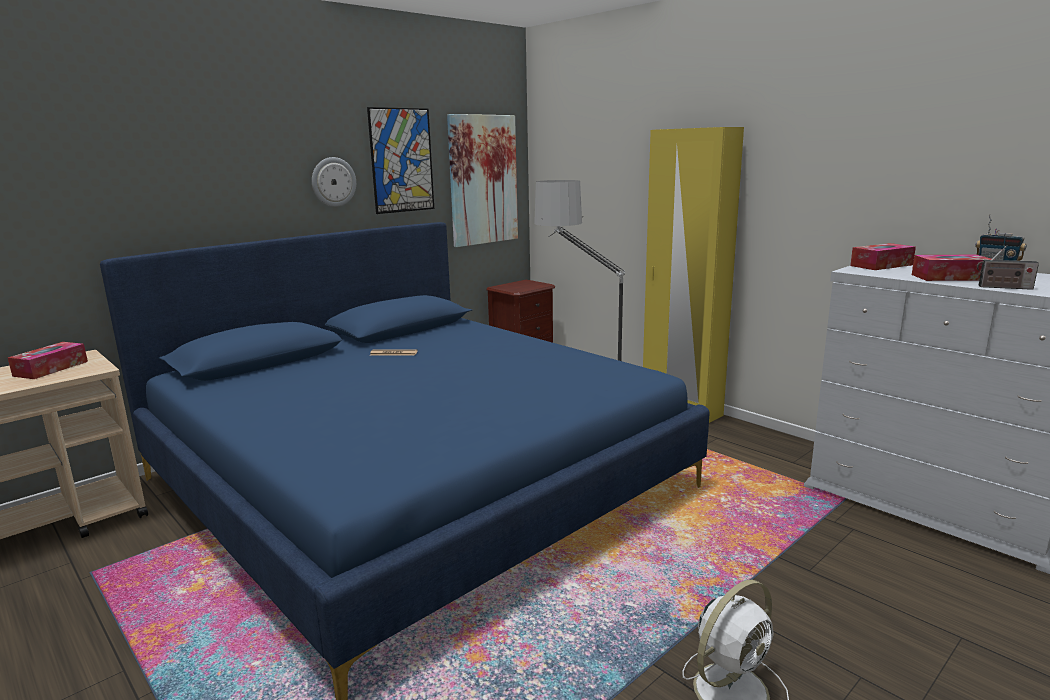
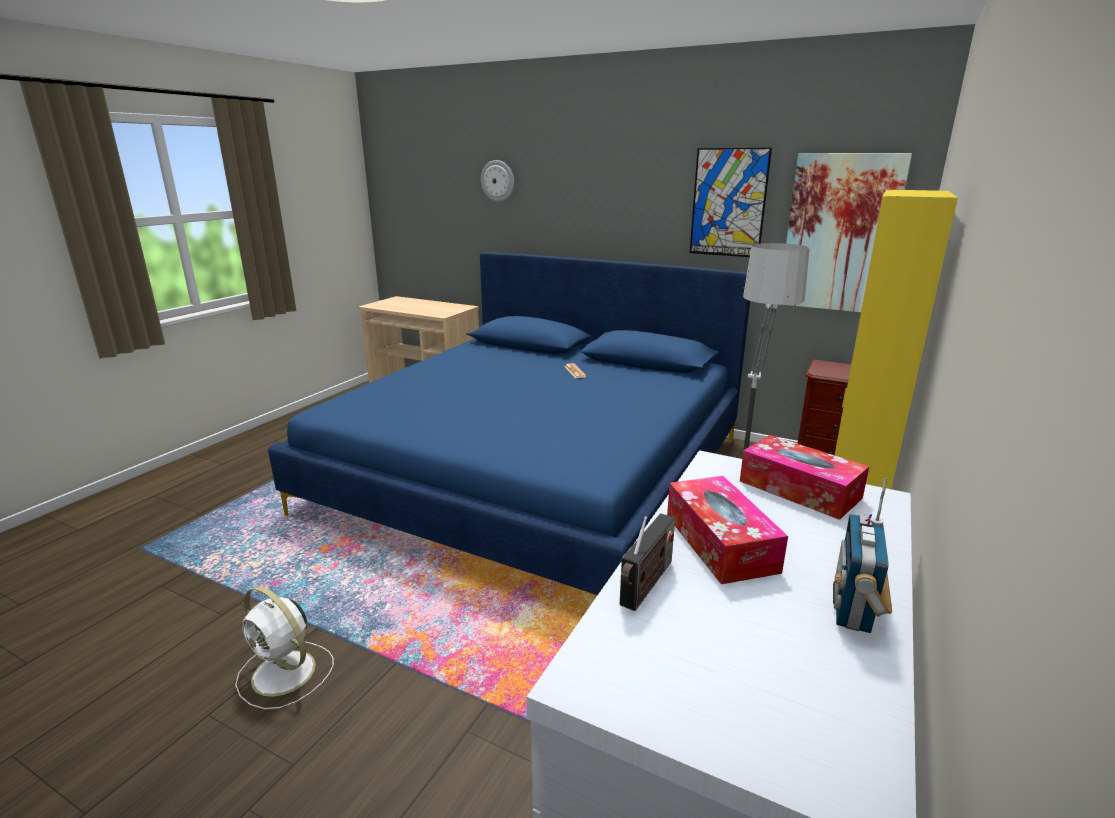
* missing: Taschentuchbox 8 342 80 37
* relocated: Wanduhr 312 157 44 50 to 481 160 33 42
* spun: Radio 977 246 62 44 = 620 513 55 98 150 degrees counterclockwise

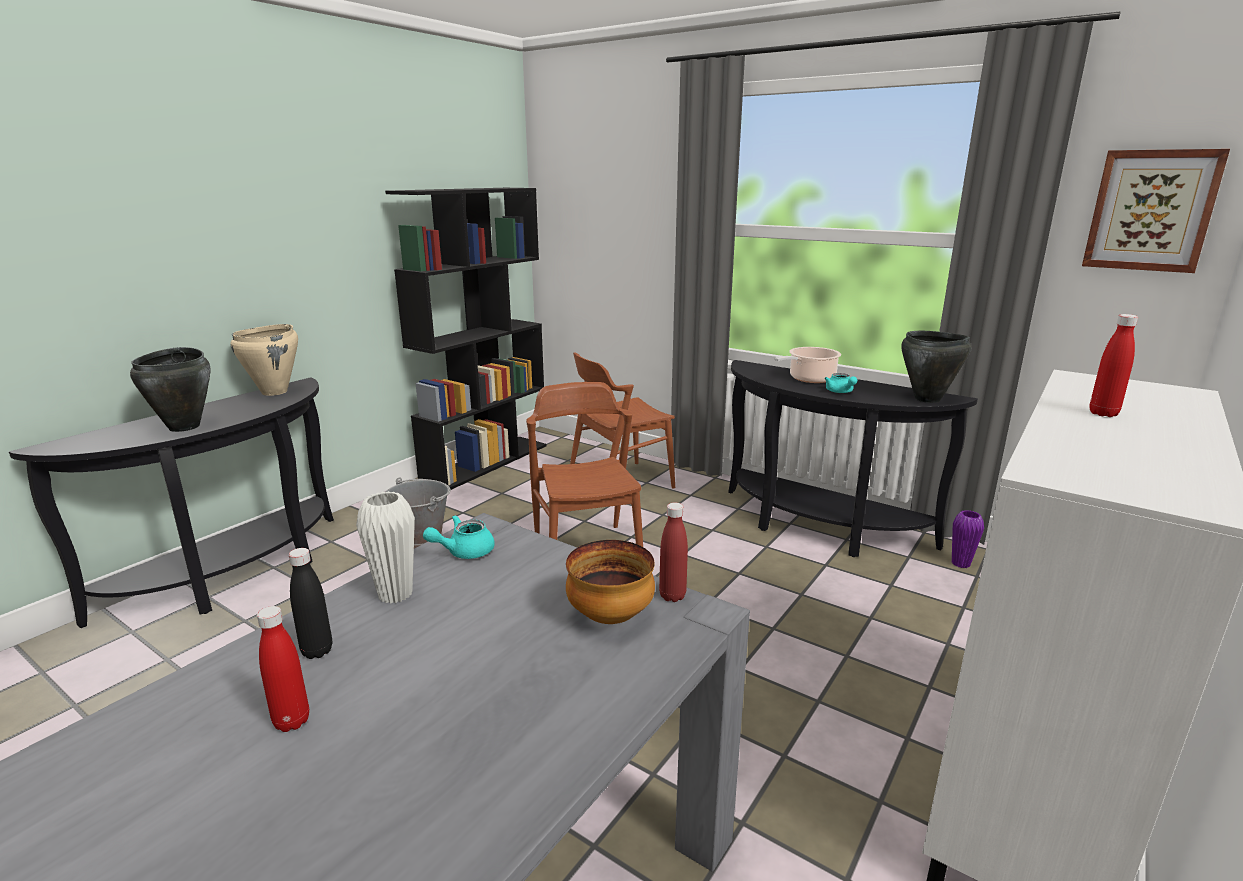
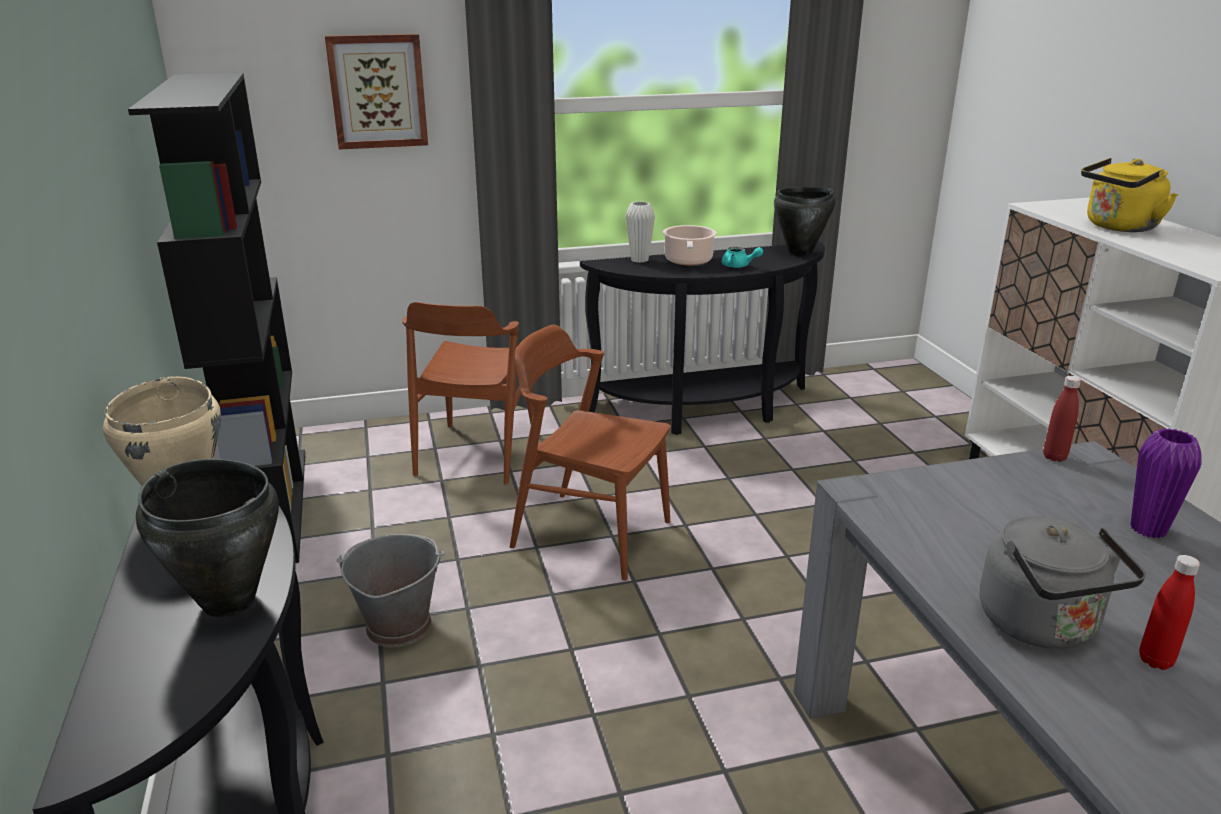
* missing: Teekanne [türkis] 423 515 72 44
* missing: Schüssel 566 540 89 84
* relocated: Vase [weiß] 356 491 59 113 to 626 201 29 62
* relocated: Vase [lila] 952 510 32 58 to 1130 428 72 110
* relocated: Bild 1082 149 148 124 to 325 34 103 115
* exchanged: Flasche [schwarz] 289 548 43 111 to Wasserkessel [grau] 979 516 167 133
* exchanged: Flasche [rot] 1089 314 49 103 to Wasserkessel [gelb] 1081 158 97 74

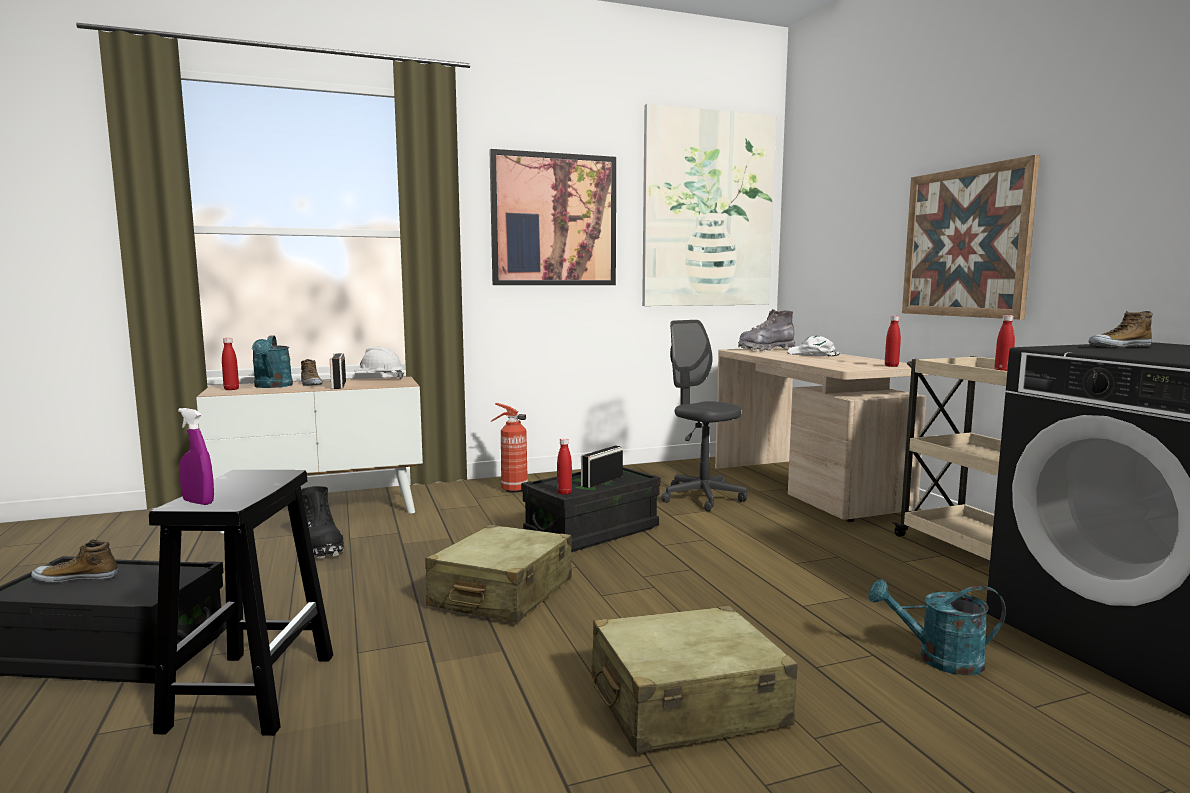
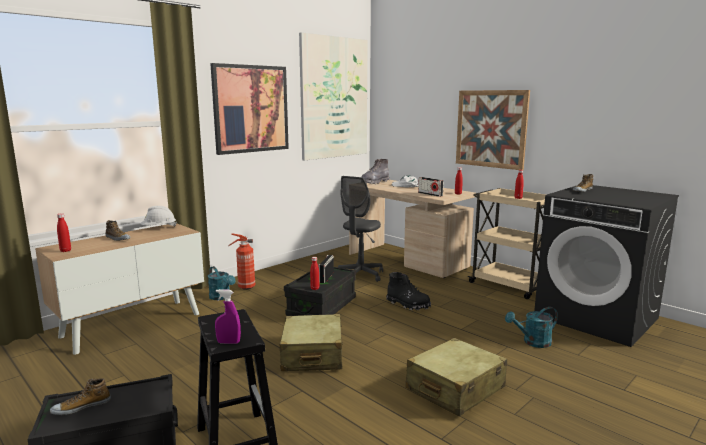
* relocated: Gießkanne [türkis] 252 336 41 52 to 208 266 28 34
* relocated: Stiefel [schwarz] 301 486 43 72 to 386 272 45 38
* relocated: Radio 330 353 16 36 to 418 177 26 20
* spun: Bürostuhl [grau] 661 320 86 191 = 338 176 45 106 90 degrees counterclockwise

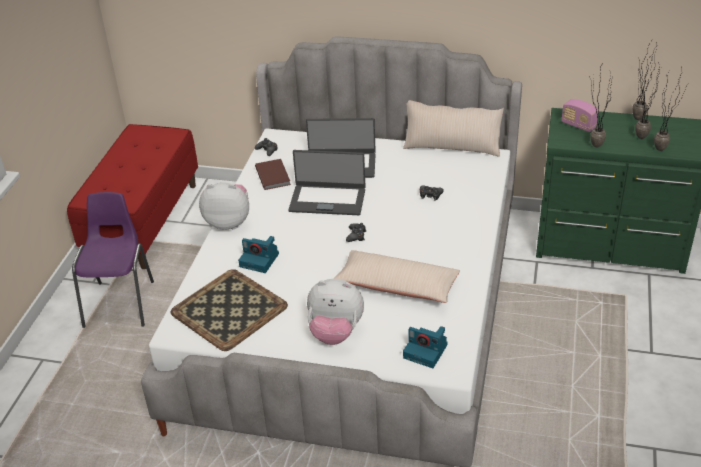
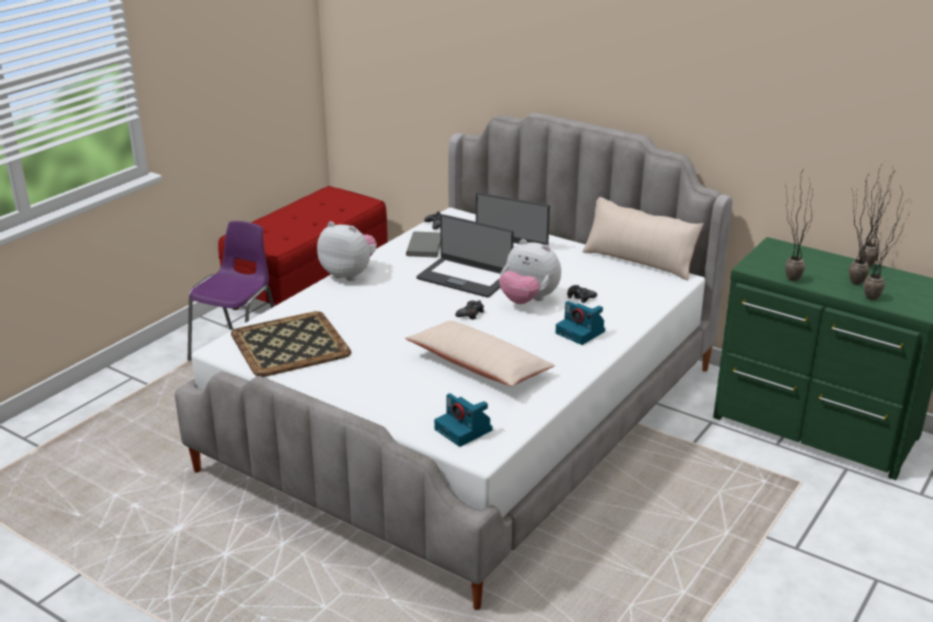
* missing: Radio 561 99 37 33
* relocated: Kamera 238 236 41 37 to 556 301 49 44
* relocated: Plüschtier 307 279 57 66 to 499 239 62 65
* colour: Buch [braun] 255 159 36 31 to Buch [grau] 406 231 35 27

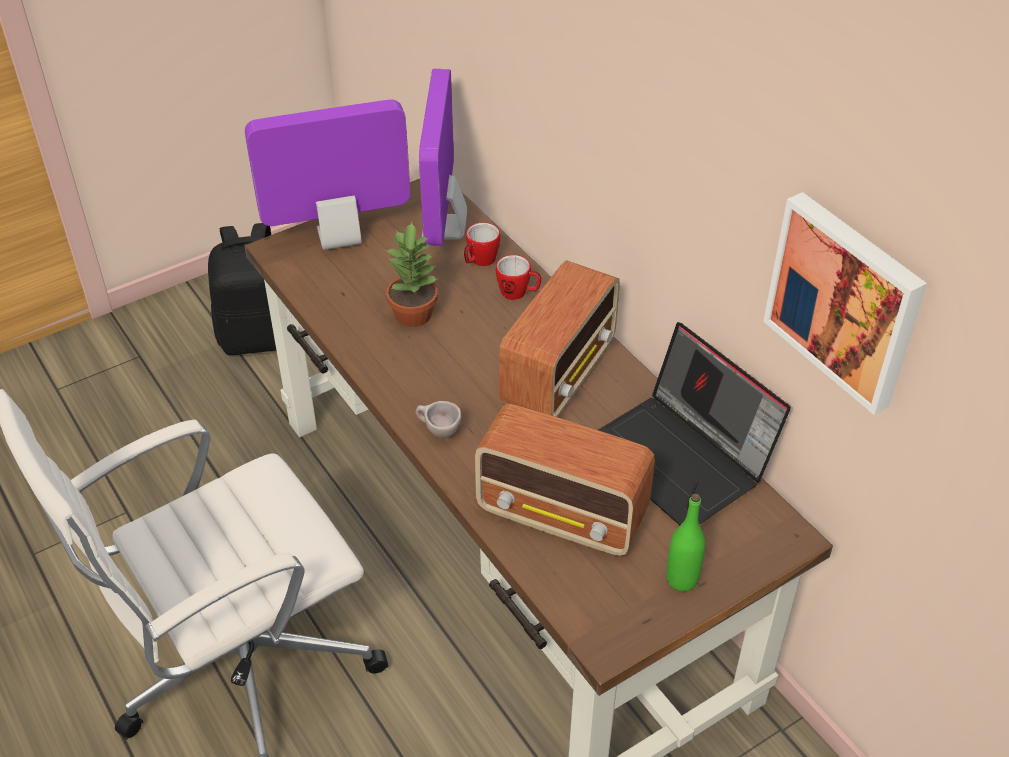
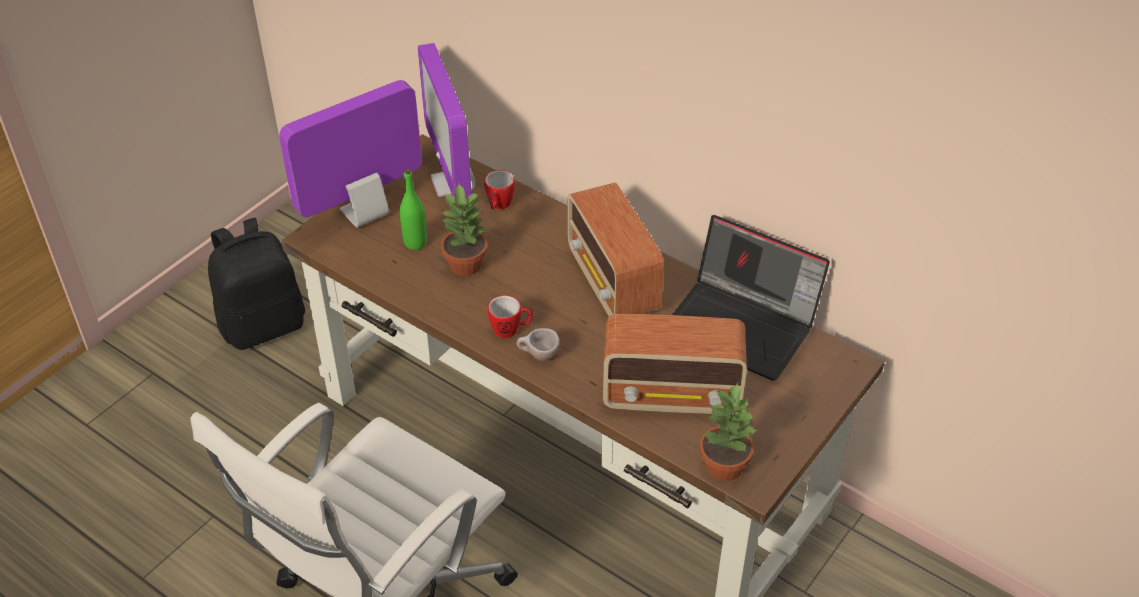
* missing: Bild 763 192 164 223
* appeared: Topfpflanze 700 383 58 98
* relocated: Henkelbecher 496 255 45 45 to 488 295 45 43
* relocated: Flasche [grün] 666 494 39 98 to 400 169 27 81
* spun: Radio 499 260 121 157 = 568 183 96 133 150 degrees clockwise

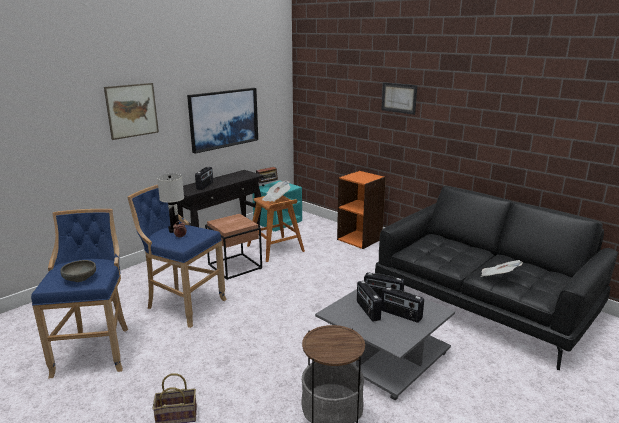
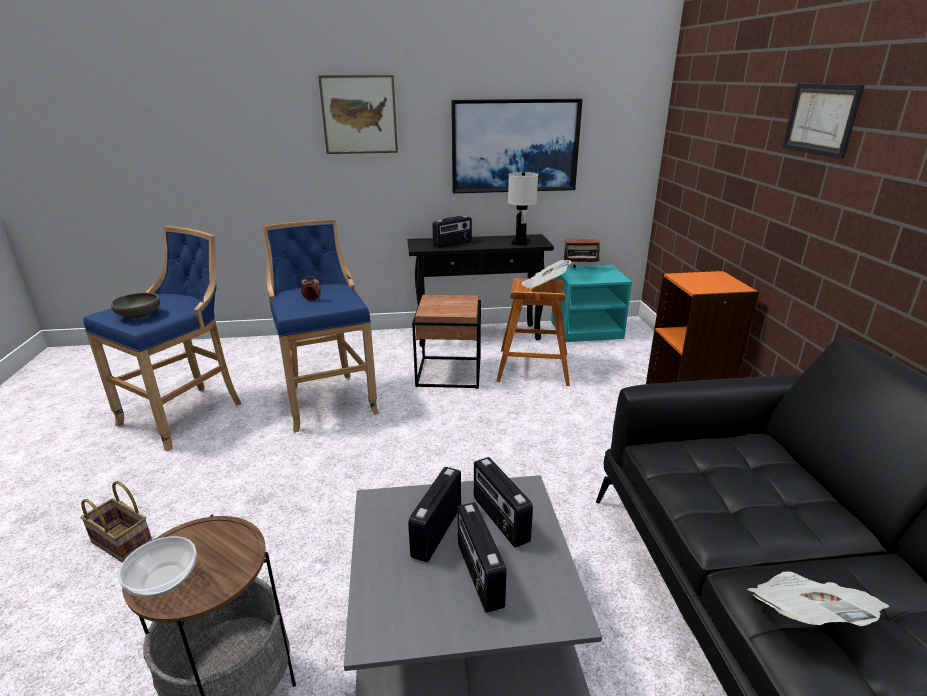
* appeared: Schüssel 118 536 79 61
* relocated: Tischlampe [weiß] 157 174 27 59 to 508 172 30 73

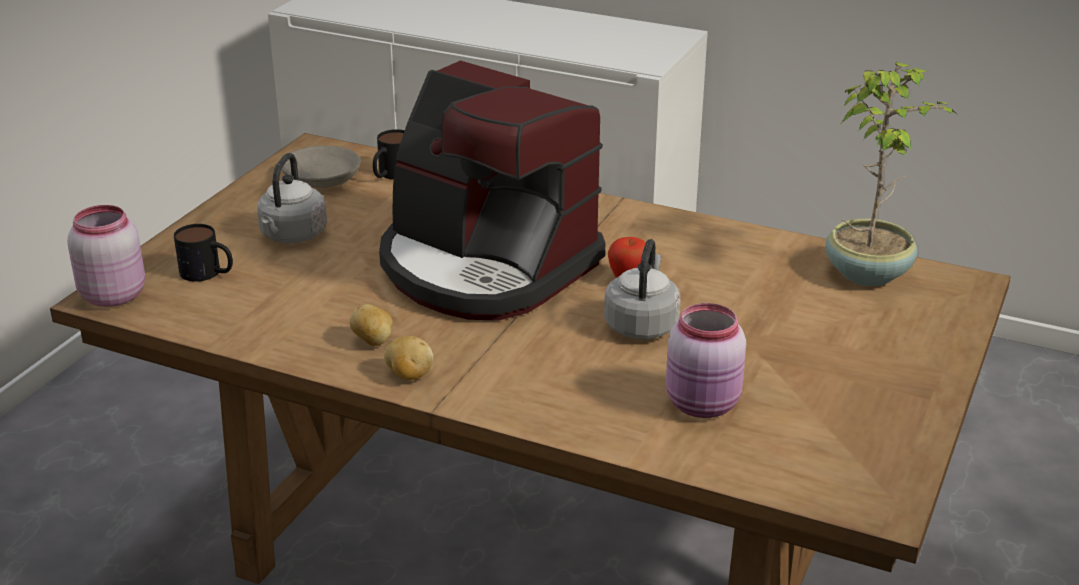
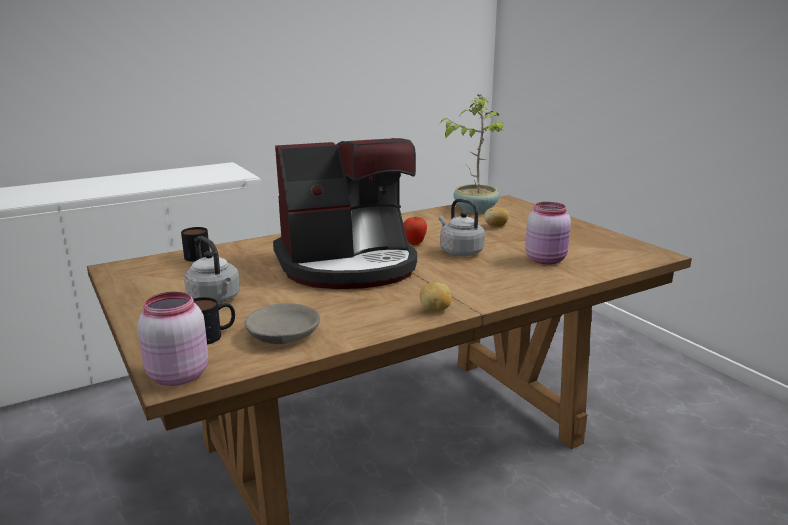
* relocated: Schüssel [grau] 281 146 80 42 to 245 303 75 41
* relocated: Kartoffel 349 304 44 42 to 484 207 25 20

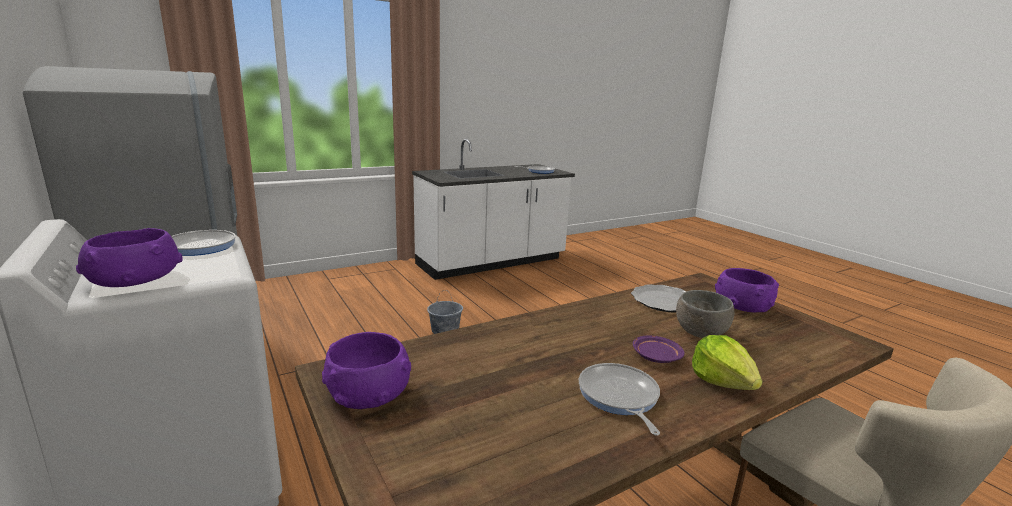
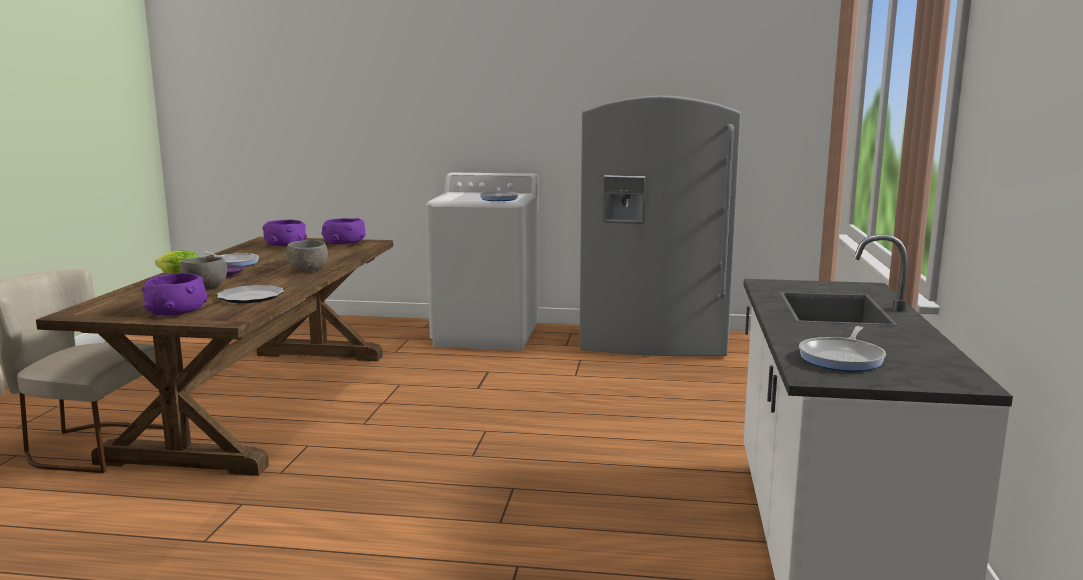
* missing: Eimer [grau] 427 290 36 44
* appeared: Schüssel [grau] 286 240 42 32
* relocated: Schüssel [lila] 76 228 107 59 to 262 220 45 26

